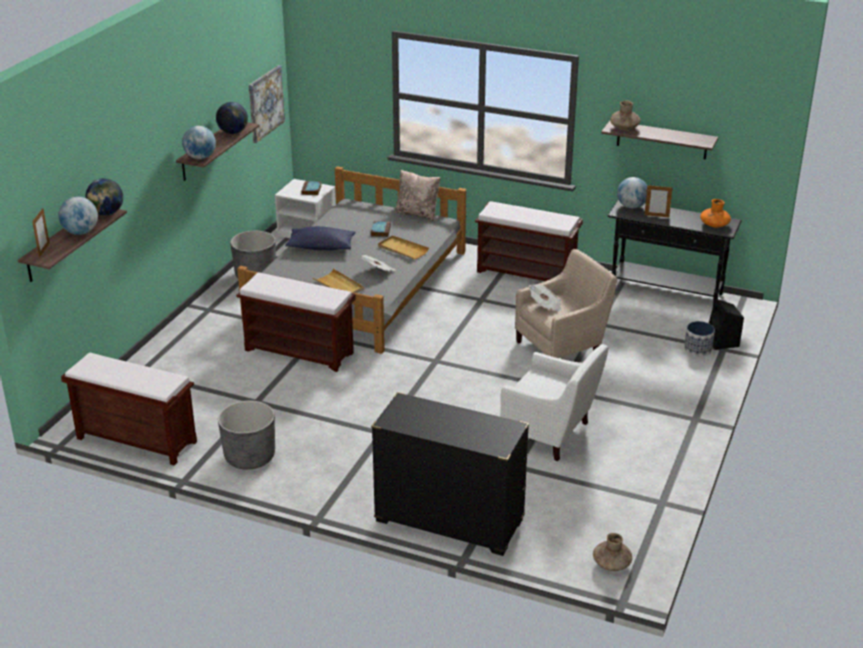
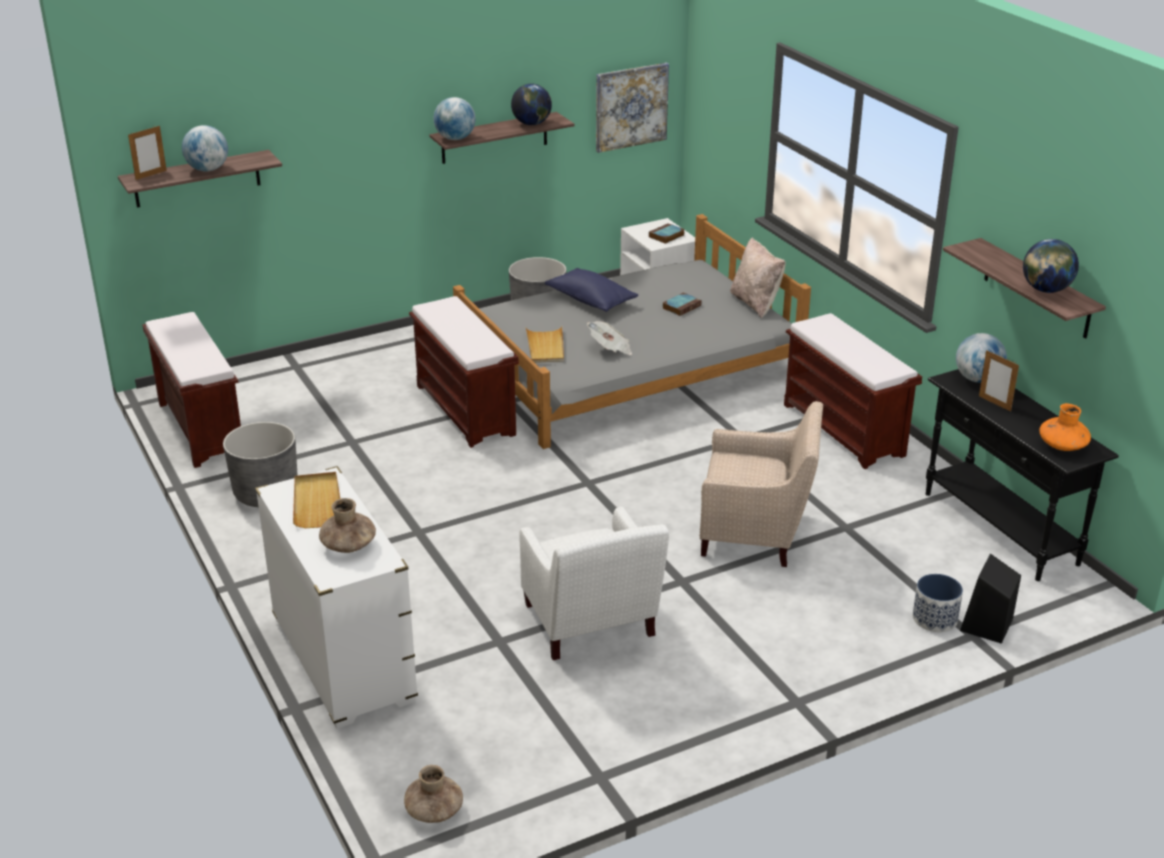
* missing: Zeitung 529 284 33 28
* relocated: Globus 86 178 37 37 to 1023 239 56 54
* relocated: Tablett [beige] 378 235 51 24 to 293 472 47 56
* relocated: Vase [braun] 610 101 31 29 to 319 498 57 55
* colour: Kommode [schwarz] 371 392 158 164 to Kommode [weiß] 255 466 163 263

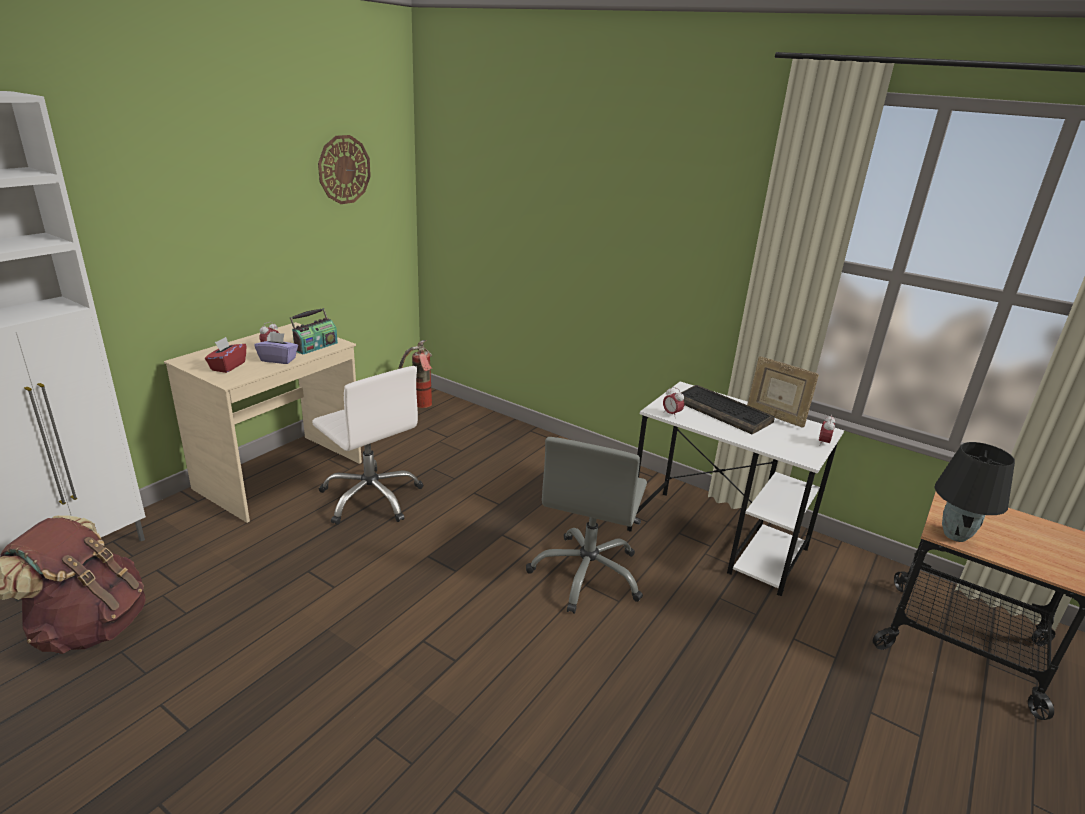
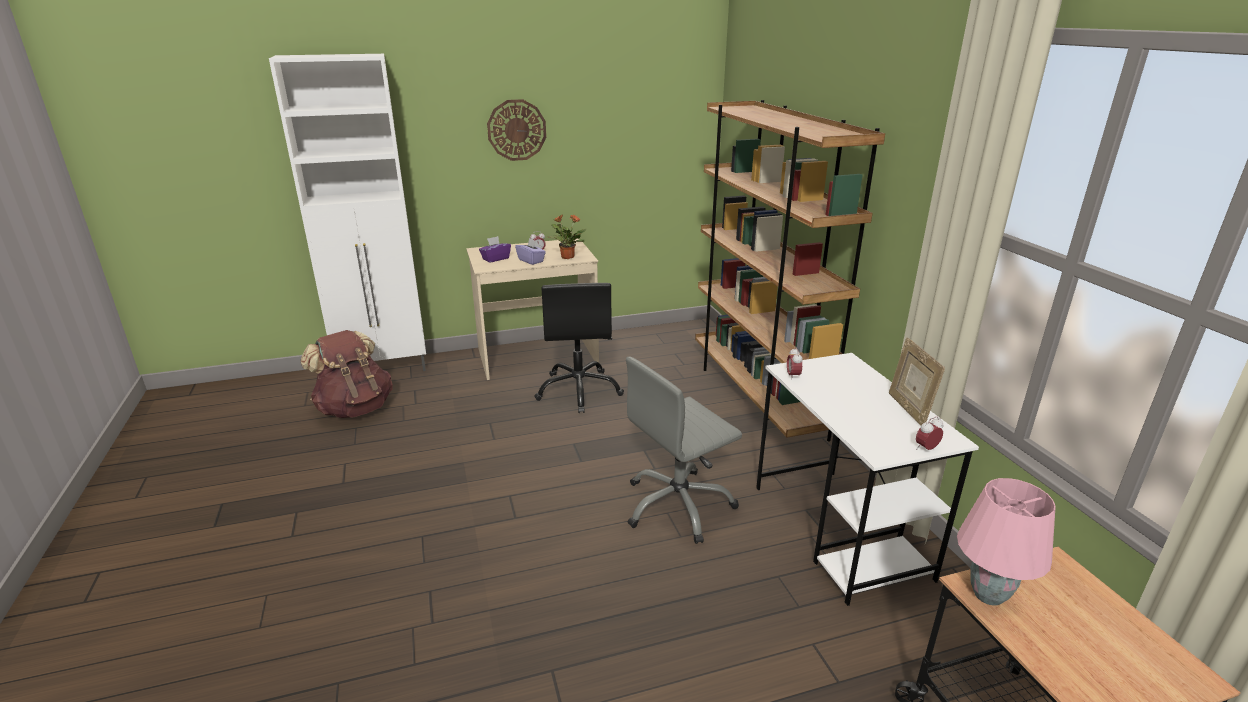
* missing: Feuerlöscher 398 340 34 68
* missing: Tastatur 681 385 94 49
* appeared: Bücherregal [braun] 695 100 190 341
* relocated: Wanduhr 318 135 53 69 to 487 99 59 62
* exchanged: Radio 290 308 48 47 to Topfpflanze 548 214 39 45
* colour: Taschentuchbox [rot] 205 337 41 36 to Taschentuchbox [lila] 479 236 32 27
* colour: Bürostuhl [weiß] 312 366 111 159 to Bürostuhl [schwarz] 535 283 89 130
* colour: Tischlampe [schwarz] 934 442 81 100 to Tischlampe [rosa] 957 478 99 128

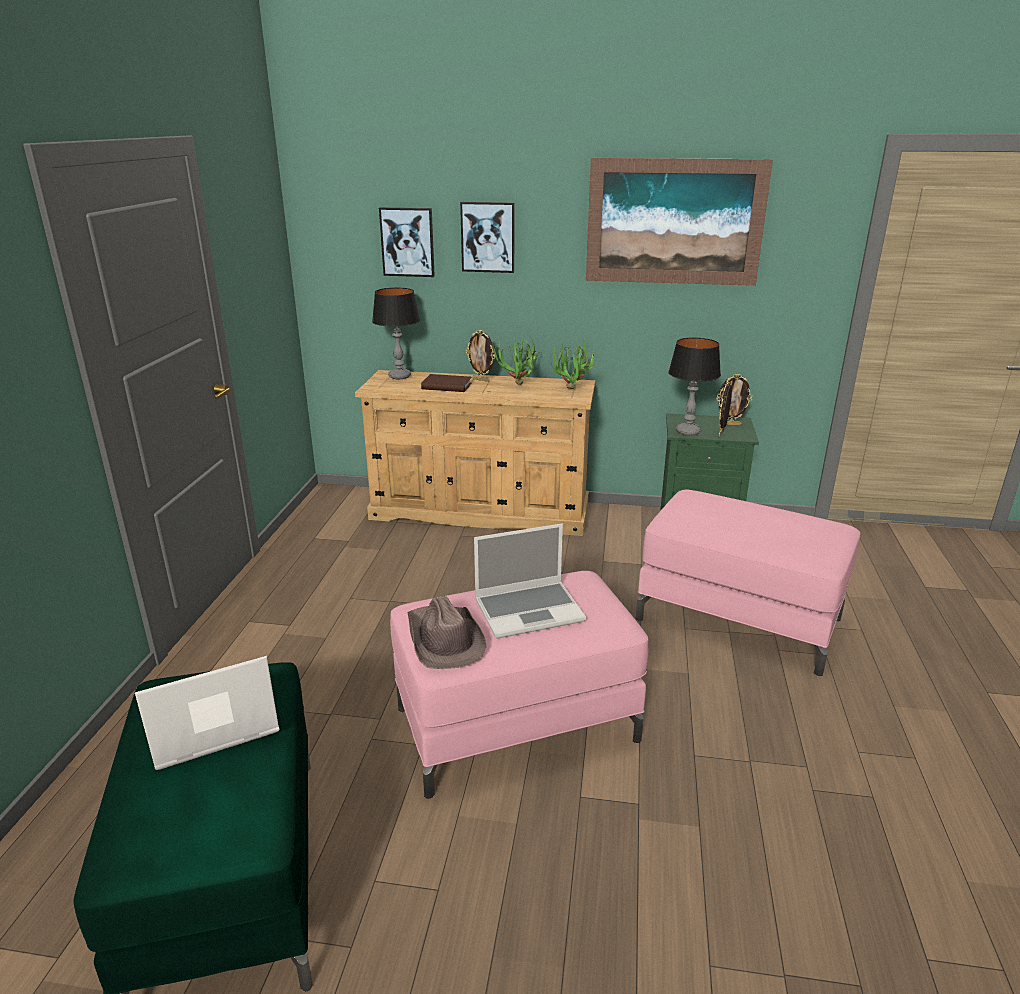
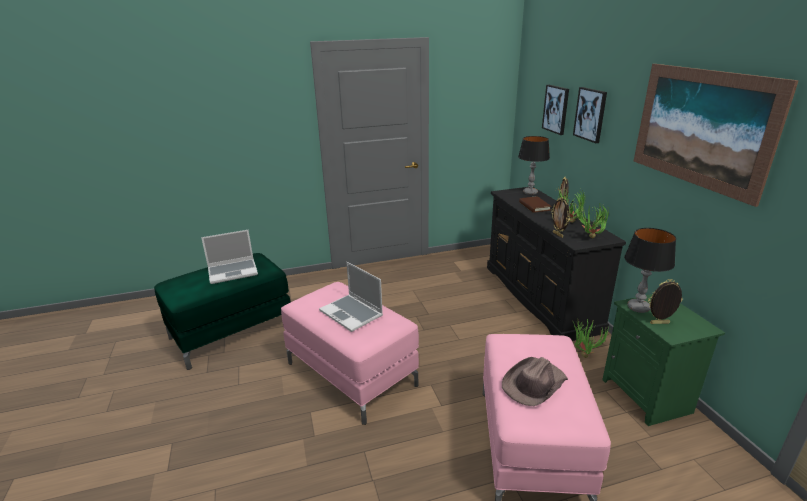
* appeared: Topfpflanze 573 318 36 40
* relocated: Hut [braun] 408 596 79 73 to 502 357 66 49
* relocated: Bilderrahmen 717 374 36 51 to 552 197 18 41
* colour: Kommode [beige] 355 370 240 166 to Kommode [schwarz] 487 187 139 154
* spun: Laptop 135 656 144 114 = 201 230 57 54 120 degrees clockwise

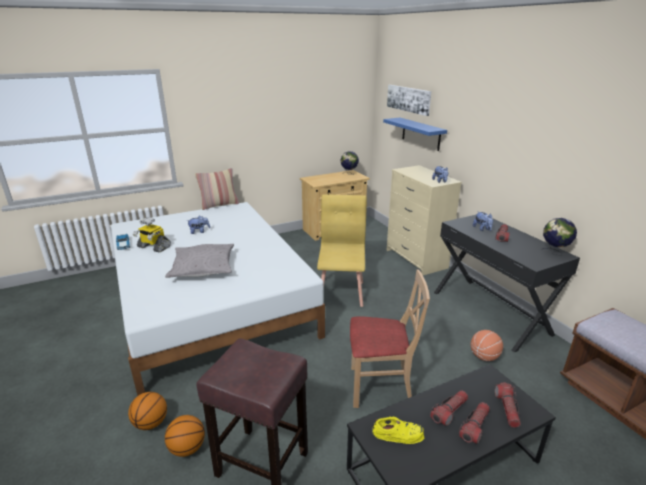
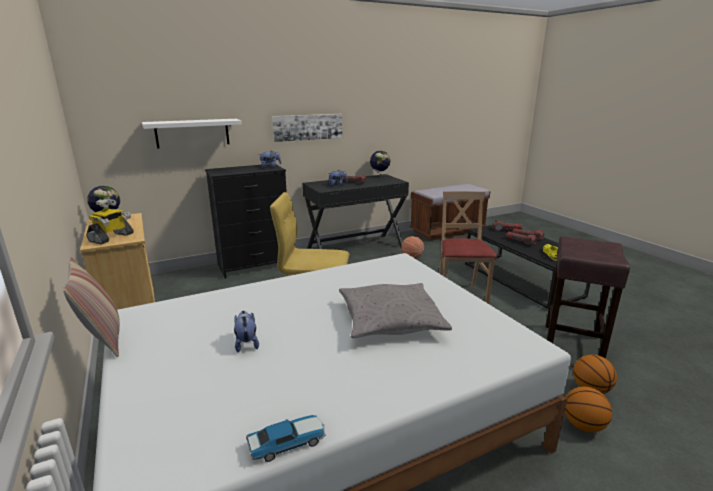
* relocated: Spielzeugroboter 133 217 38 36 to 86 198 48 46
* relocated: Bild 387 85 45 31 to 272 114 70 28
* colour: Wandregal [blau] 383 118 64 33 to Wandregal [weiß] 142 119 100 30
* colour: Kommode [beige] 386 165 76 110 to Kommode [schwarz] 205 164 82 114

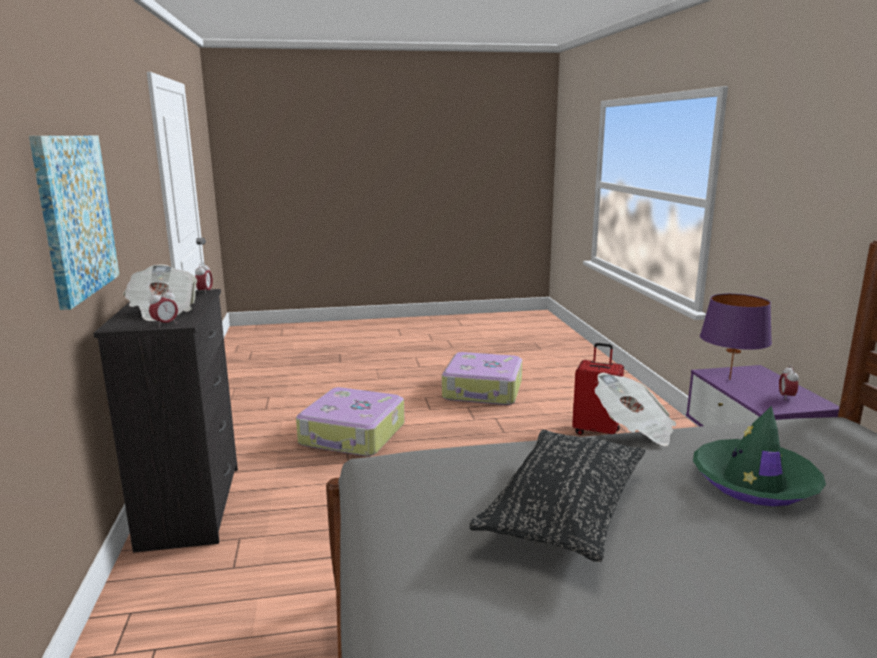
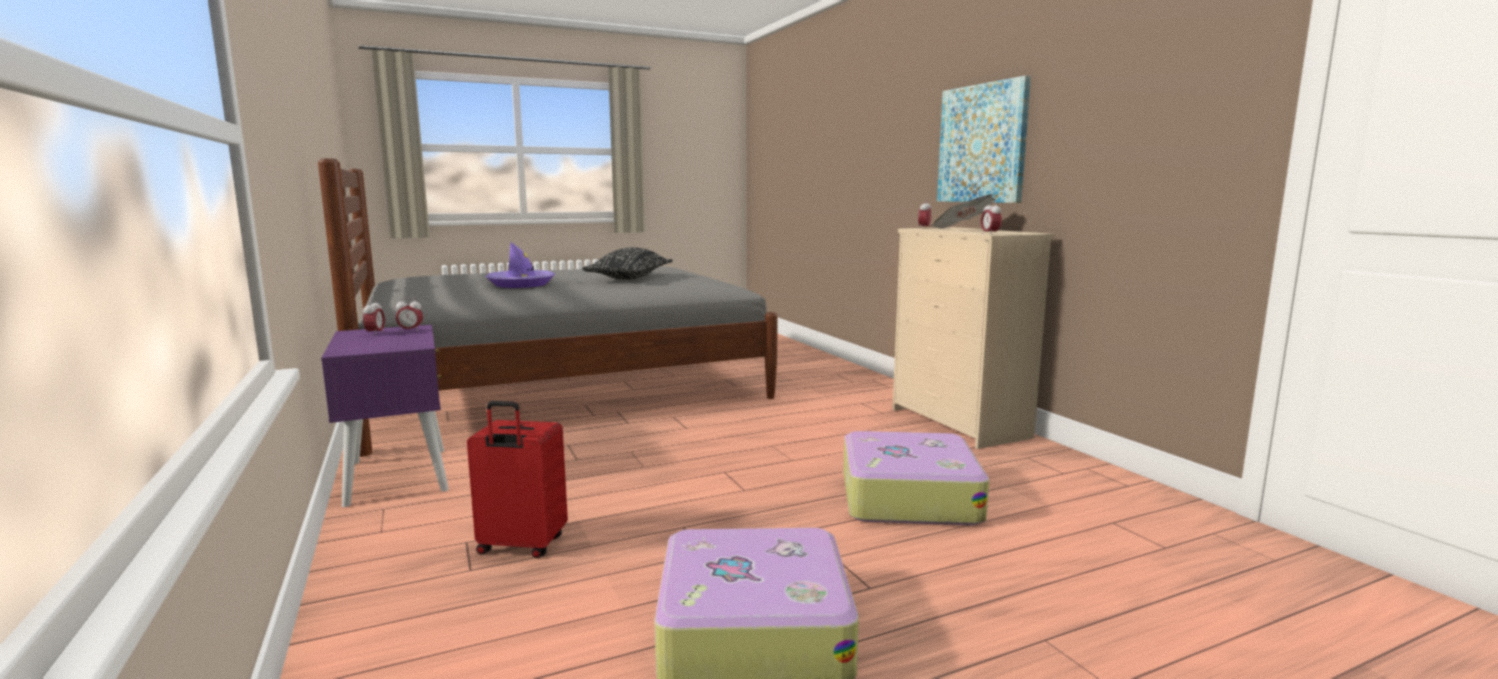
* missing: Zeitung 594 373 82 73
* missing: Tischlampe [lila] 700 294 72 86
* appeared: Wecker 396 297 27 35
* colour: Kommode [schwarz] 93 289 145 264 to Kommode [beige] 893 227 161 222
* colour: Hut [grün] 693 406 133 100 to Hut [lila] 485 242 70 46

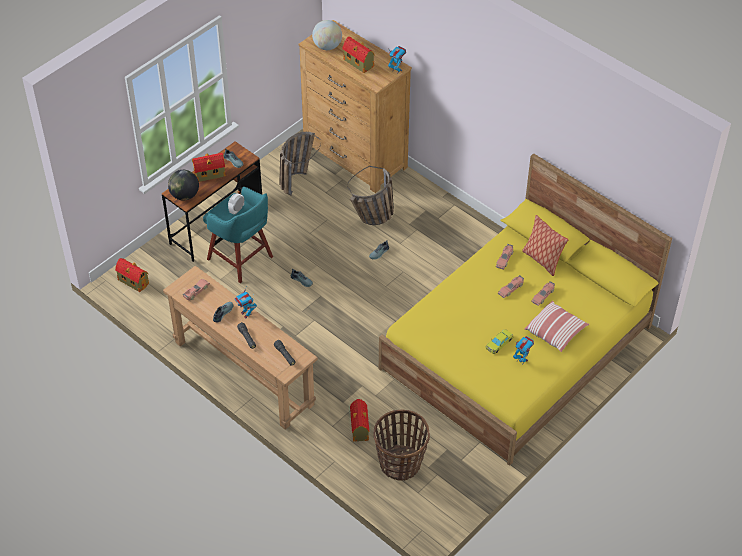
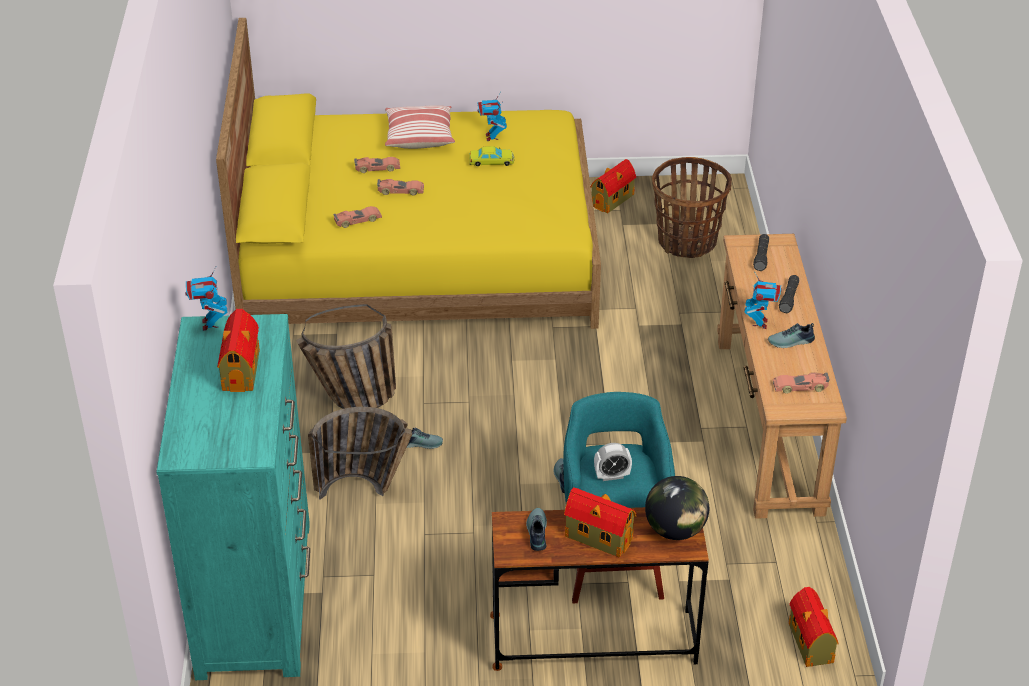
* missing: Globus 312 20 30 30
* missing: Kissen 522 215 46 61
* relocated: Korb 279 132 42 63 to 296 304 100 105
* relocated: Spielzeughaus 350 399 19 42 to 591 159 45 54
* colour: Kommode [braun] 298 20 114 173 to Kommode [türkis] 156 314 154 366

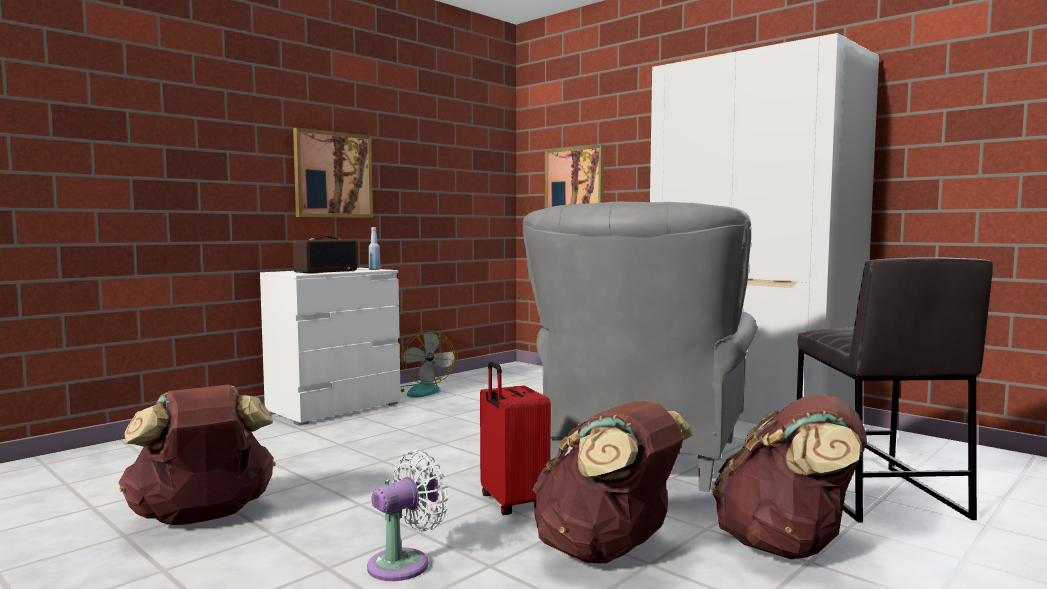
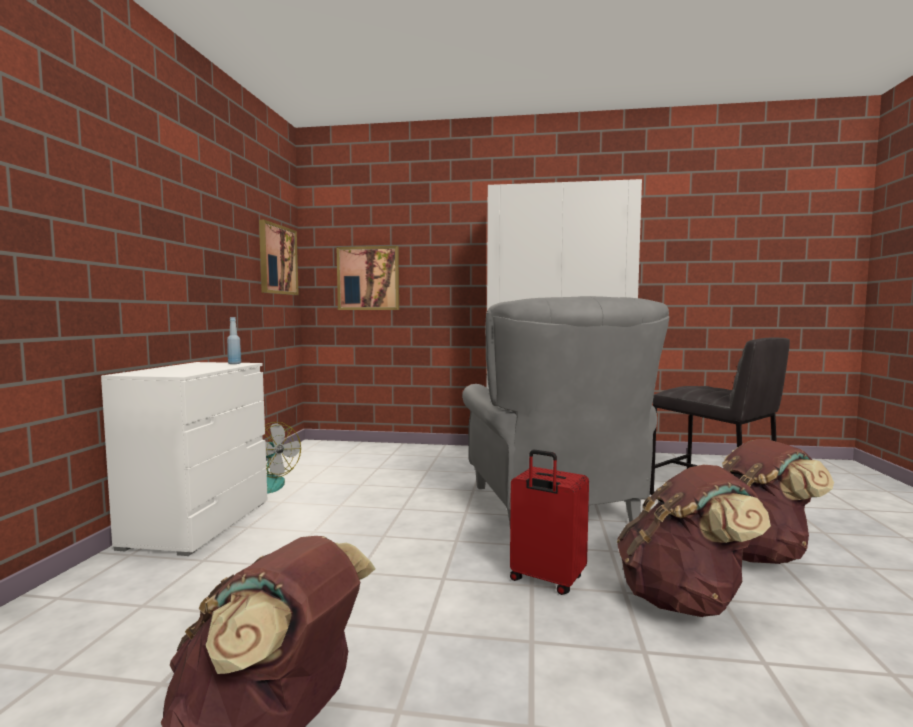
* missing: Radio 293 236 64 37
* missing: Ventilator [weiß] 367 449 81 132
* relocated: Bild 293 128 80 90 to 259 220 40 75

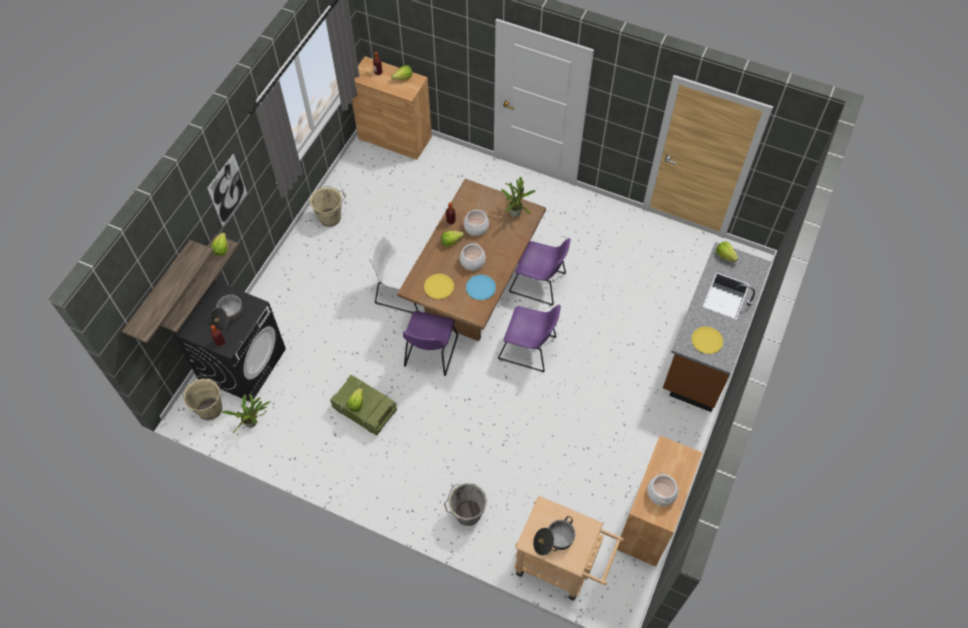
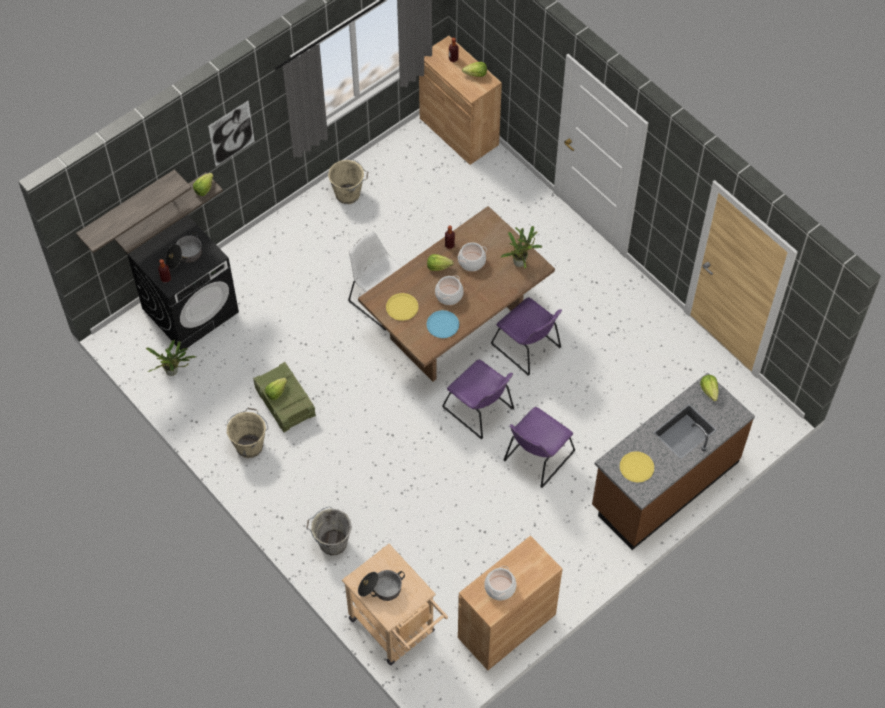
* relocated: Eimer [beige] 182 375 40 46 to 227 408 41 50
* relocated: Stuhl [lila] 403 311 55 65 to 503 407 72 81

